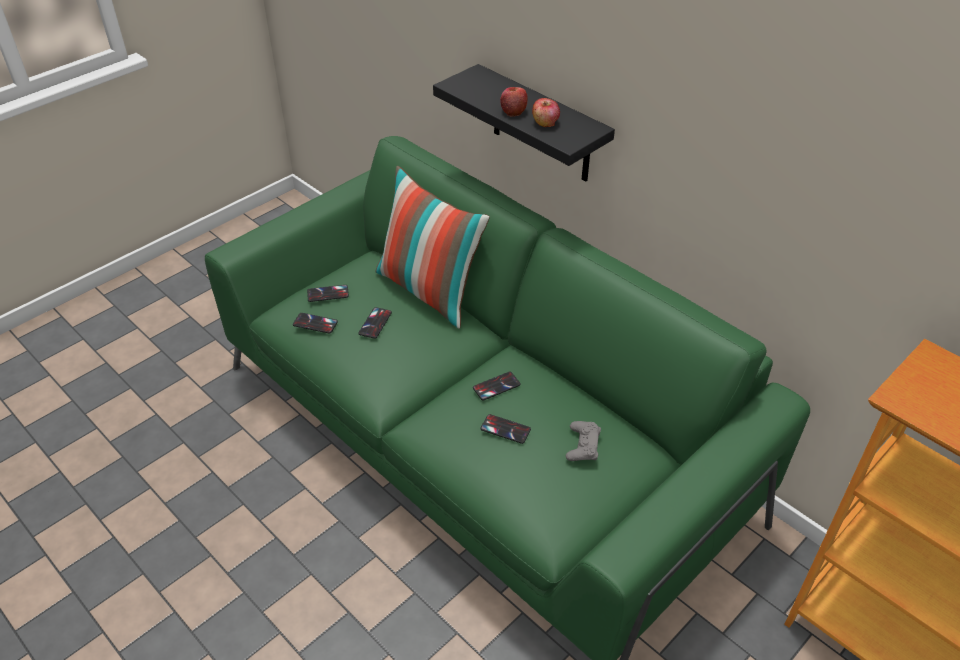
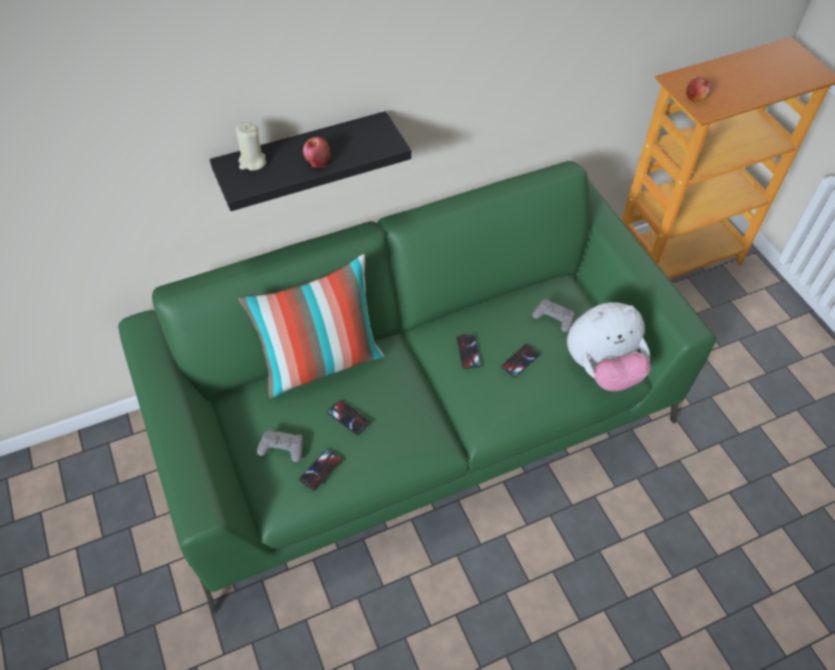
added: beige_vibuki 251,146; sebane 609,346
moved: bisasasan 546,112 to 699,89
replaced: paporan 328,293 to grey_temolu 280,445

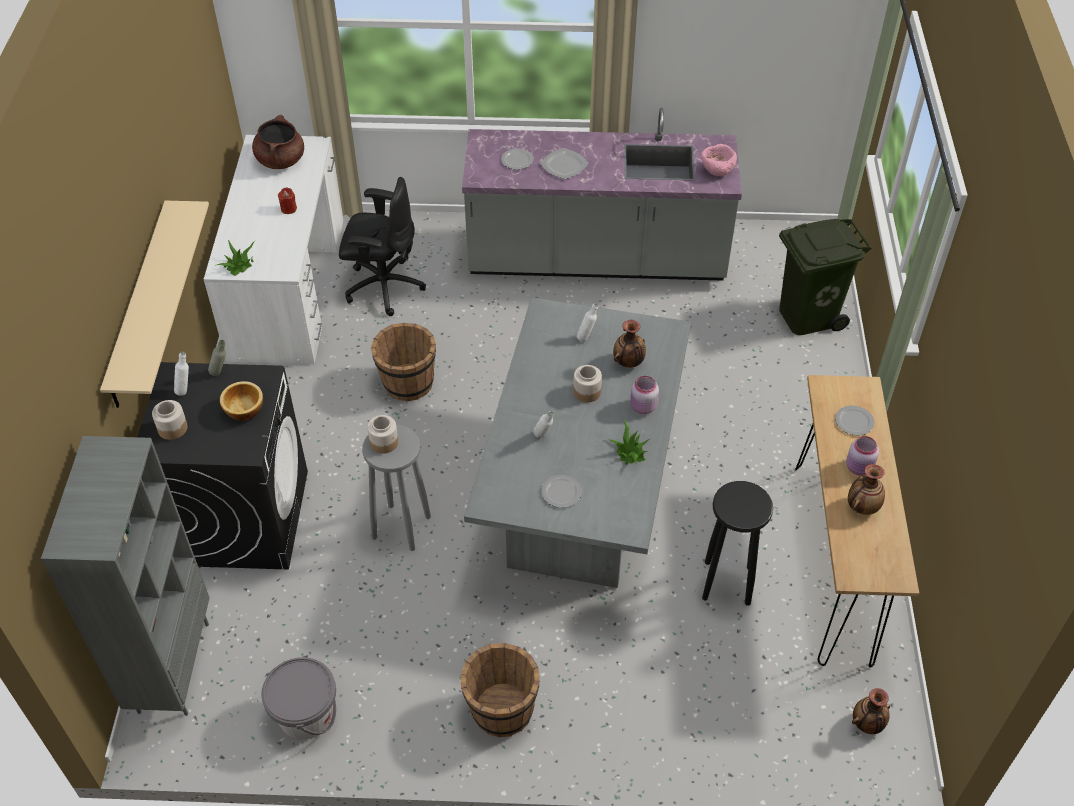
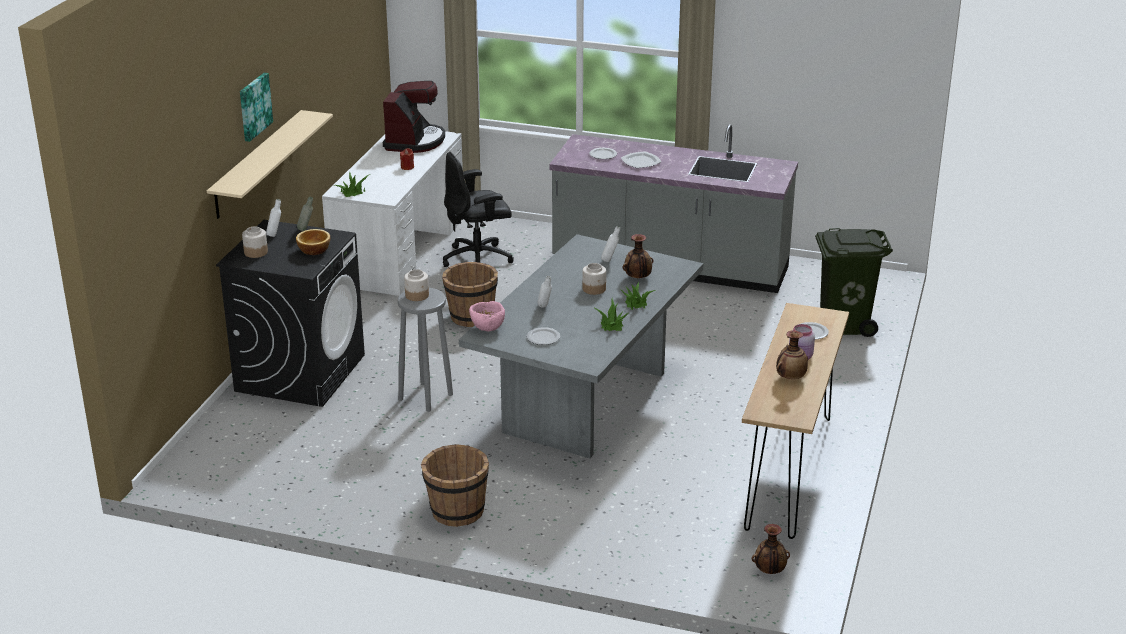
removed: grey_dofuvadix 125,576; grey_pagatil 298,698; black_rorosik 737,543
added: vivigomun 256,107
moved: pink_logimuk 719,160 to 487,316
replaced: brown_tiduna 278,142 to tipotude 414,117; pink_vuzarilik 644,395 to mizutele 638,296
turned: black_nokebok 382,246 = 478,209 135 degrees clockwise

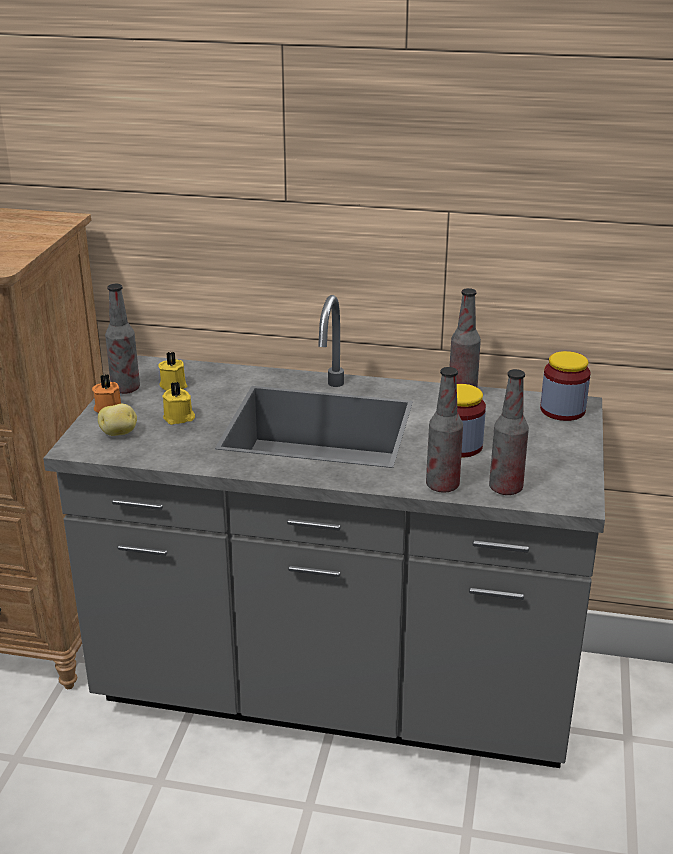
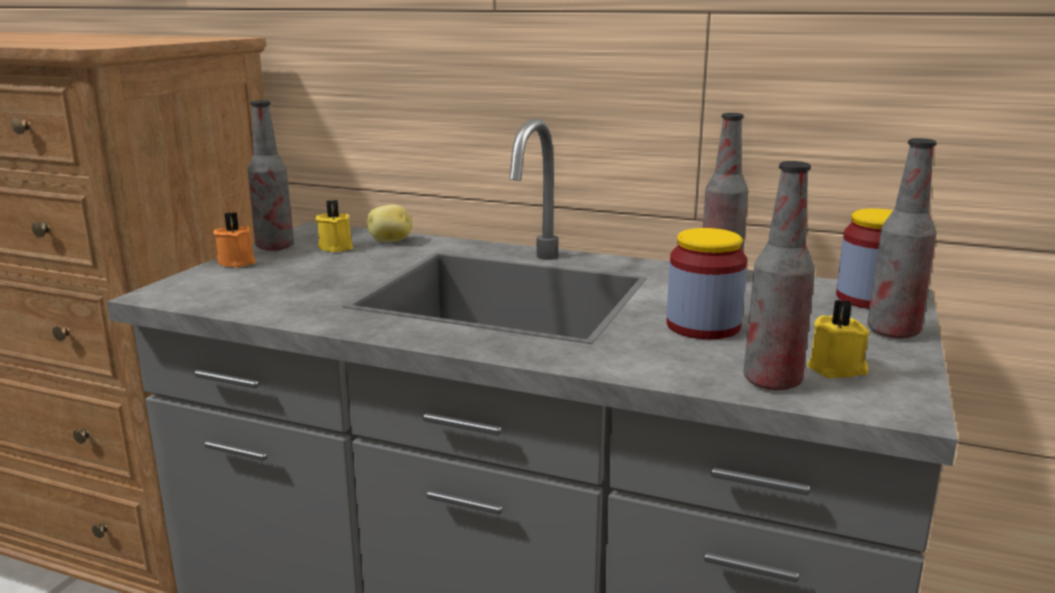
moved: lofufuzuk 117,420 to 389,223; yellow_vibuki 178,403 to 838,338; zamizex 444,430 to 902,238

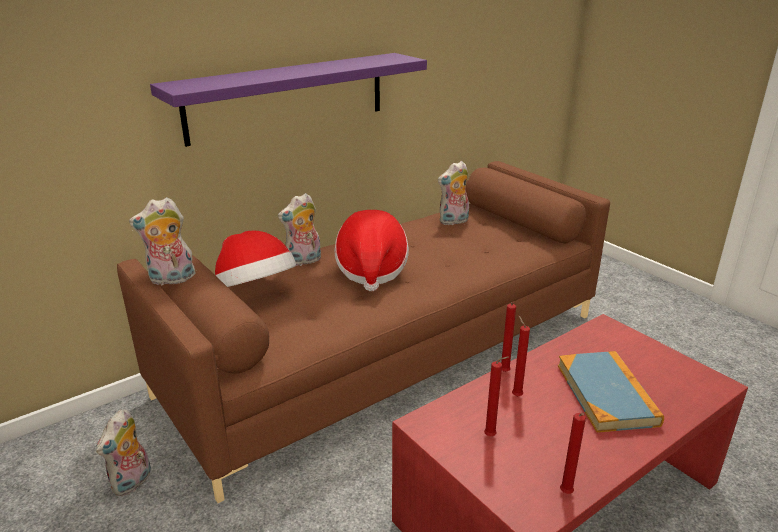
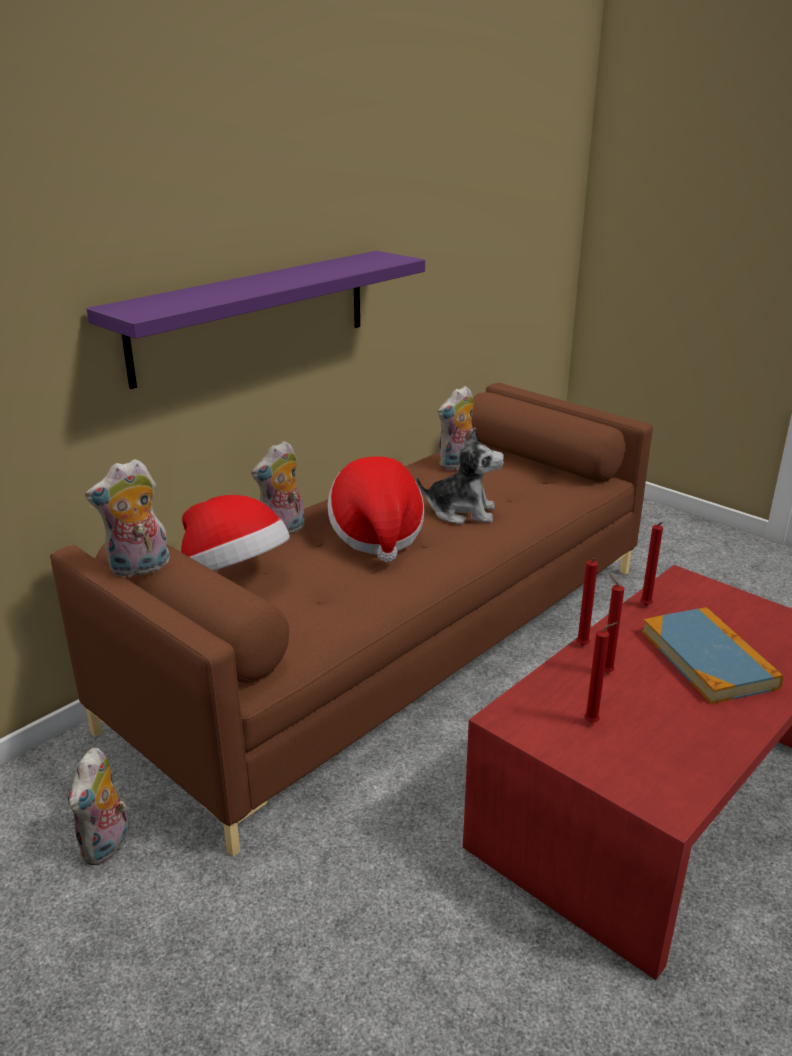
added: sebane 460,475
moved: red_vibuki 573,453 to 651,563

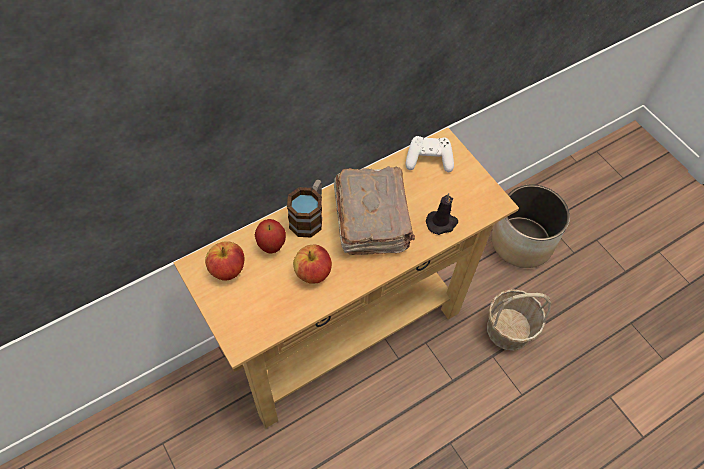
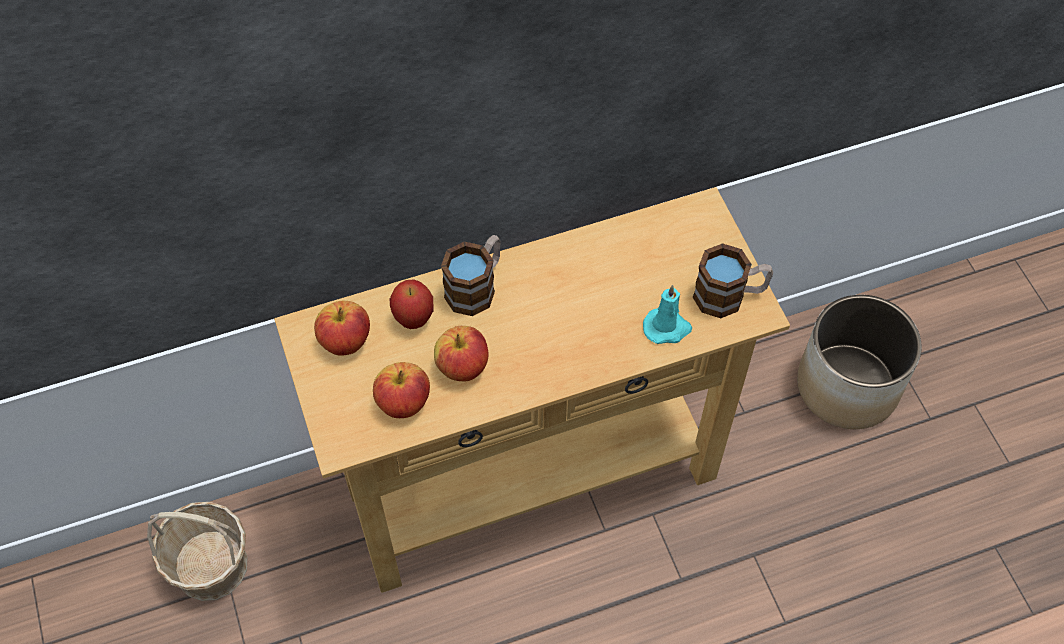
removed: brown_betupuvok 374,210; white_temolu 429,154
added: bisasasan 401,390; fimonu 733,280
moved: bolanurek 519,320 to 197,551
recoloured: black_vibuki 442,214 to turquoise_vibuki 667,314

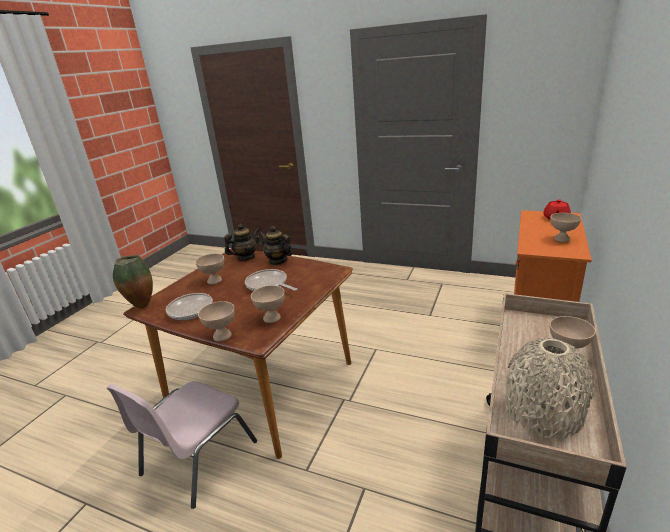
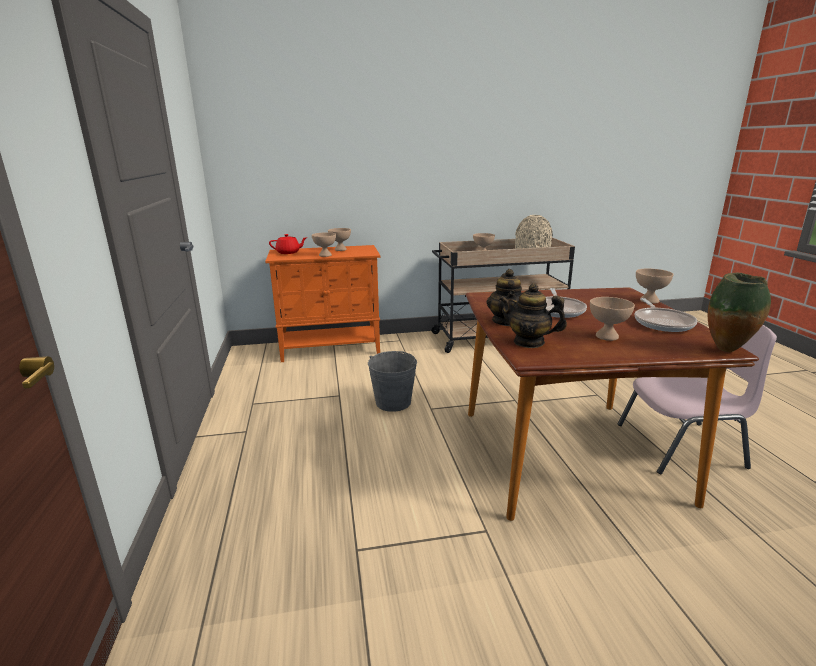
added: grey_pagatil 392,381
moved: beige_logimuk 268,304 to 324,244

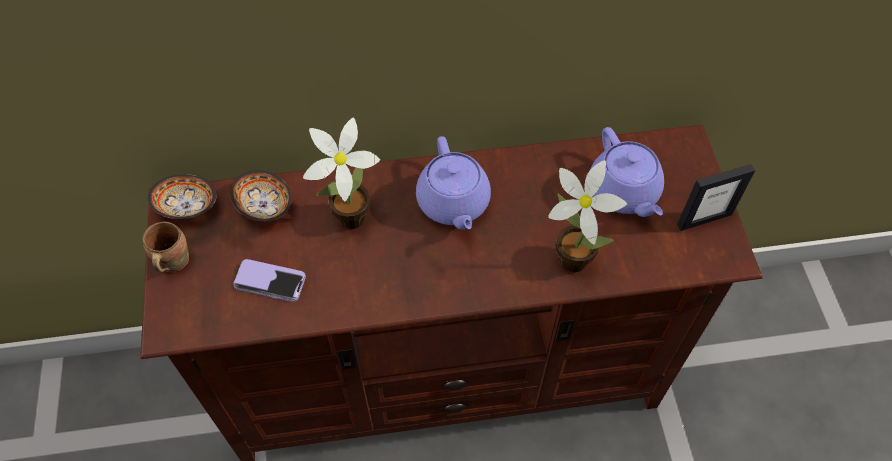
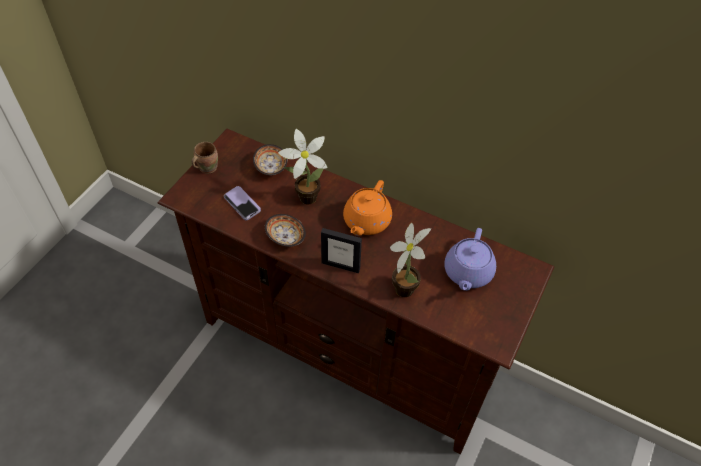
moved: logimuk 182,196 to 285,230; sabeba 716,197 to 341,250
recoloured: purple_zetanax 453,183 to orange_zetanax 367,208

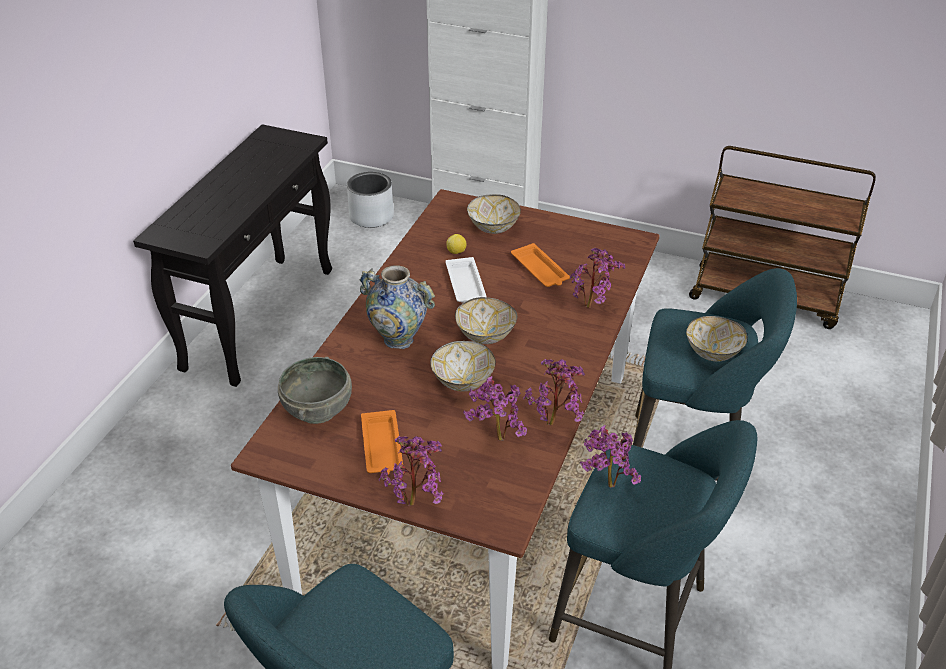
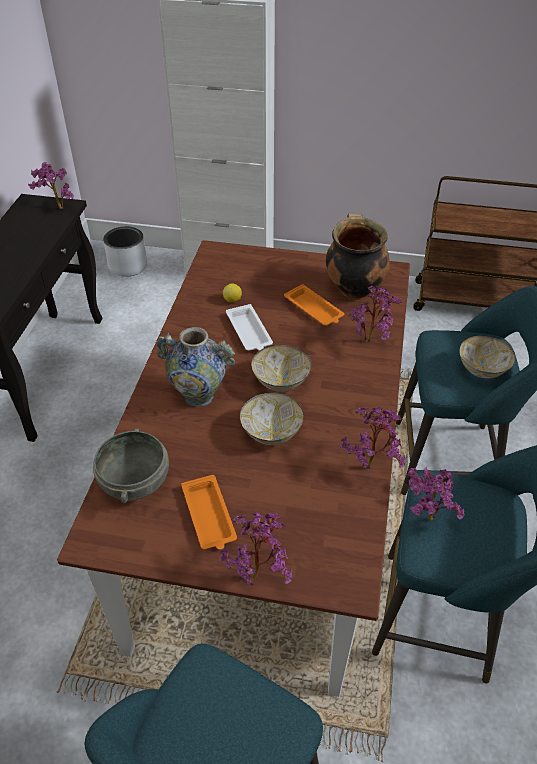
removed: logimuk 494,214
added: tiduna 358,256
moved: mizutele 495,408 to 51,185

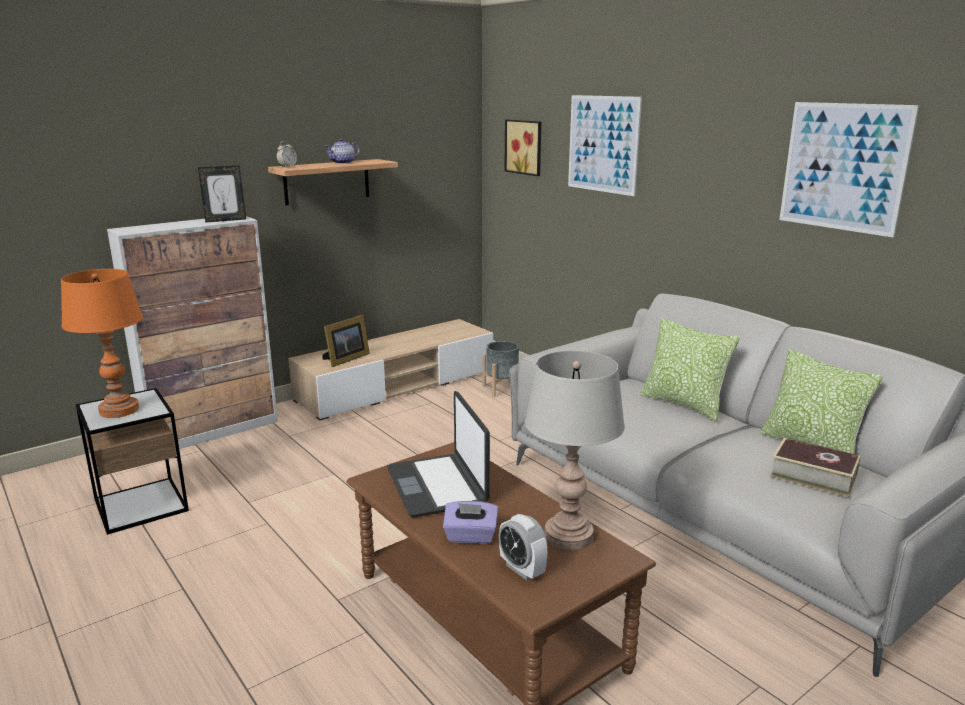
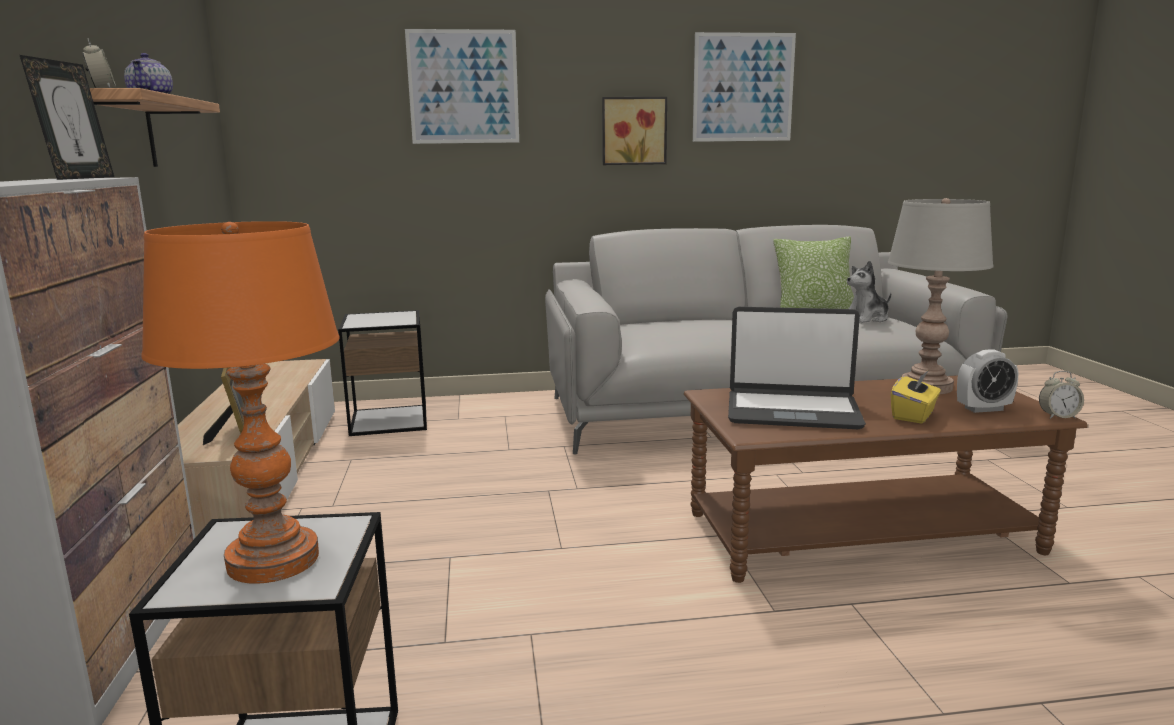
removed: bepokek 690,369
added: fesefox 1061,395
moved: vivigomun 522,147 to 634,131
replaced: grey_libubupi 500,369 to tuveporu 382,373; betupuvok 815,467 to sebane 869,292
recoloured: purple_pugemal 470,522 to yellow_pugemal 916,397

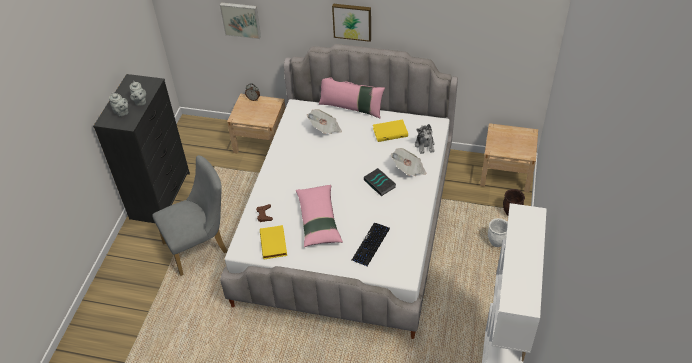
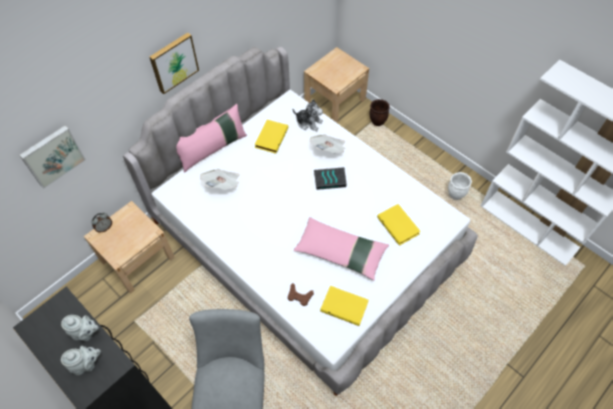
moved: white_libubupi 498,232 to 460,186
replaced: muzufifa 371,244 to yellow_betupuvok 399,225

